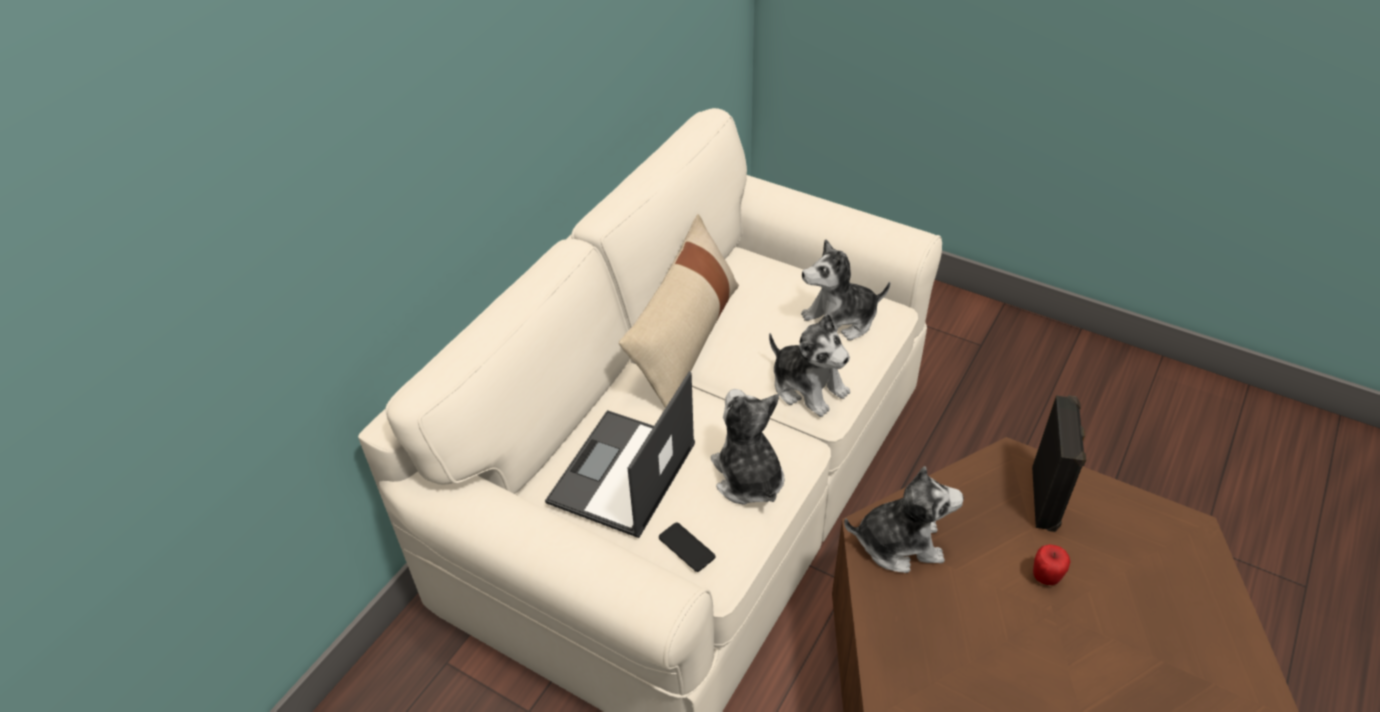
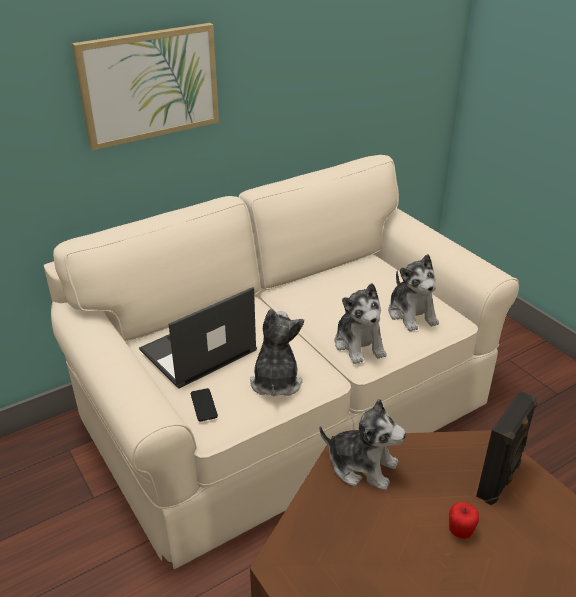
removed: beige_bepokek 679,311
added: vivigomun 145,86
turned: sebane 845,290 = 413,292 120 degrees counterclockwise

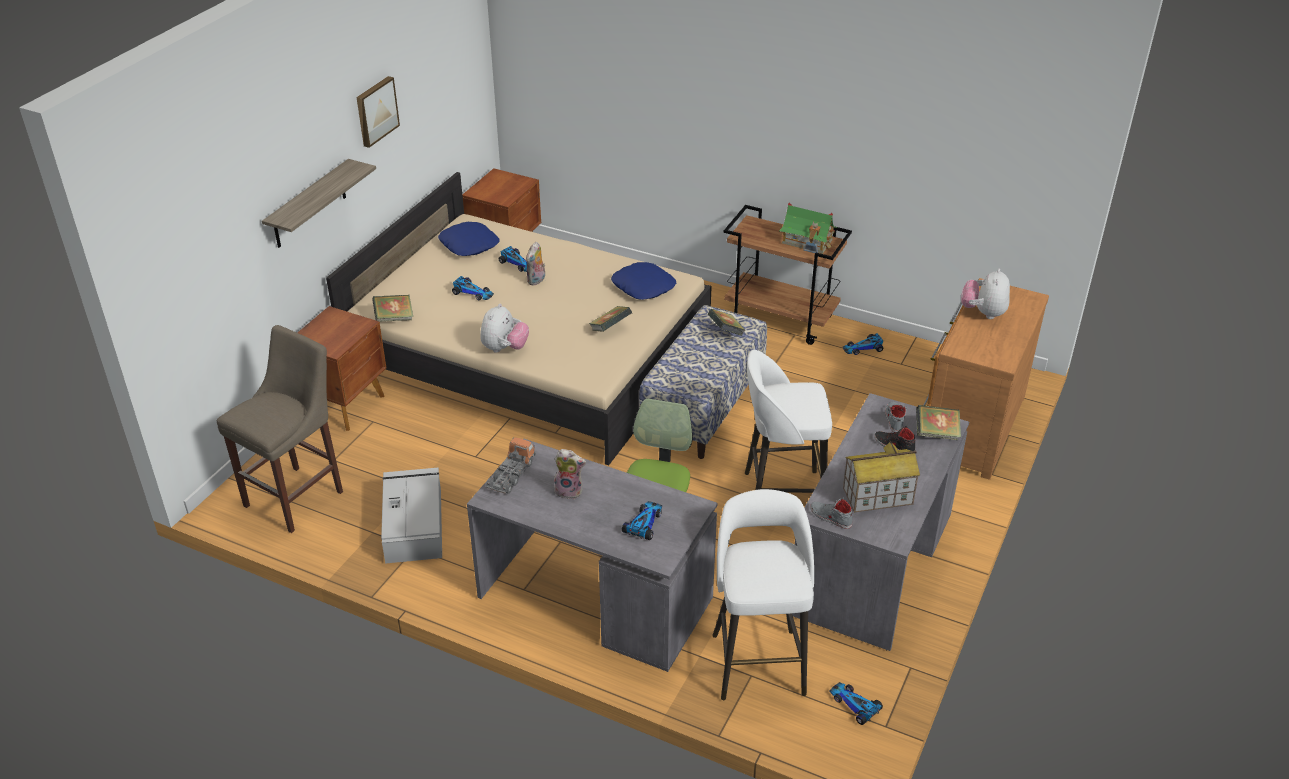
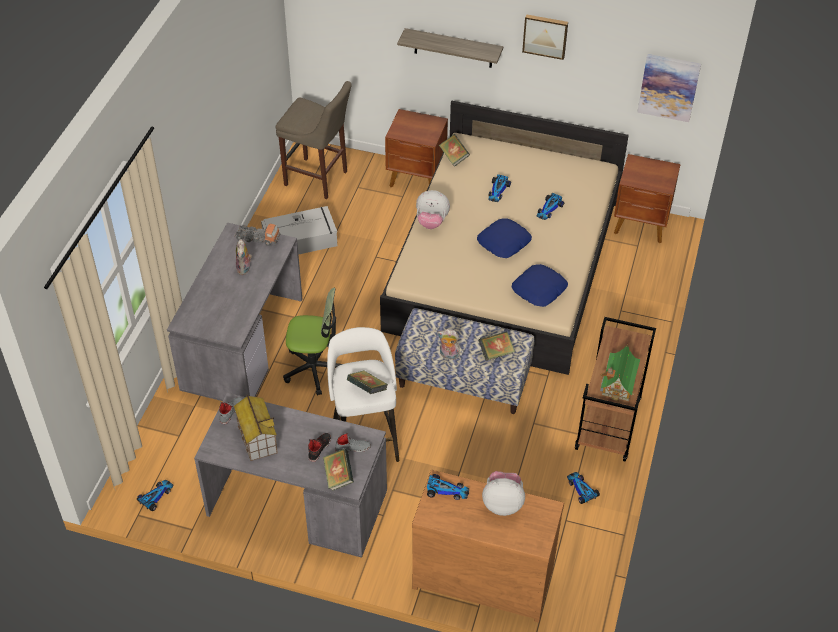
removed: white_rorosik 763,594
added: vivigomun 669,88
moved: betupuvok 610,319 to 367,382; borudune 642,520 to 448,487; sebane 535,264 to 448,344; blue_bepokek 469,239 to 504,238

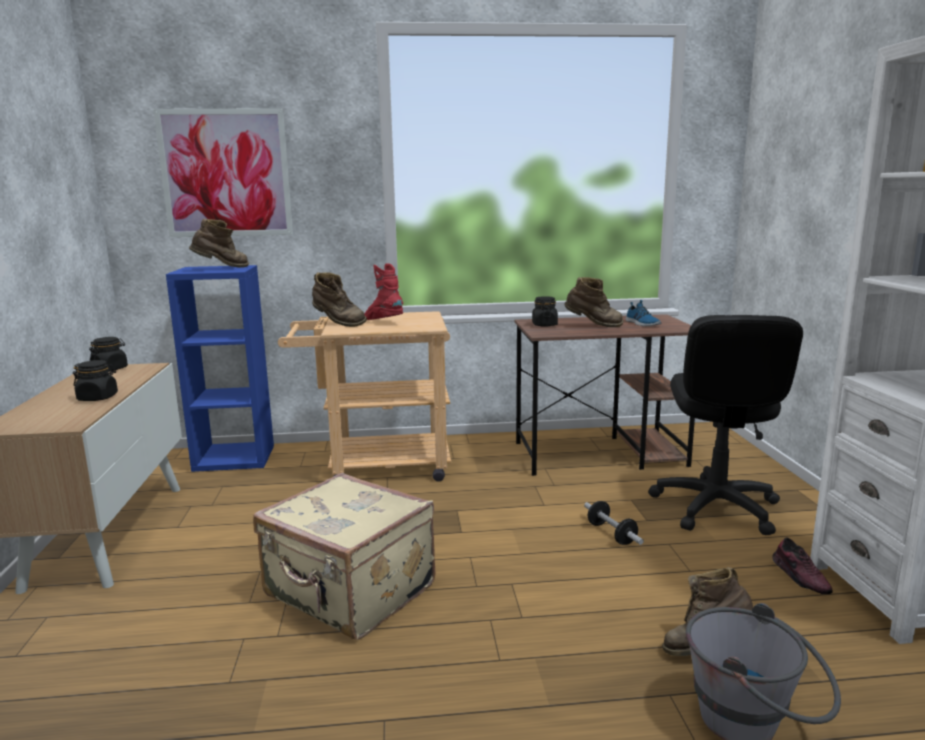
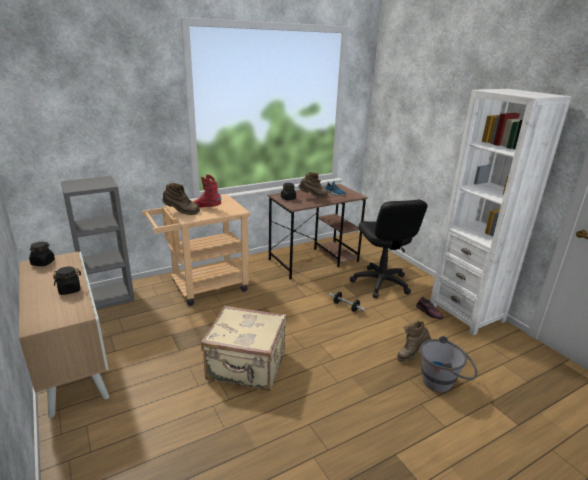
removed: vivigomun 223,172; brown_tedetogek 219,243
recoloured: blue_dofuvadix 220,368 to grey_dofuvadix 98,243

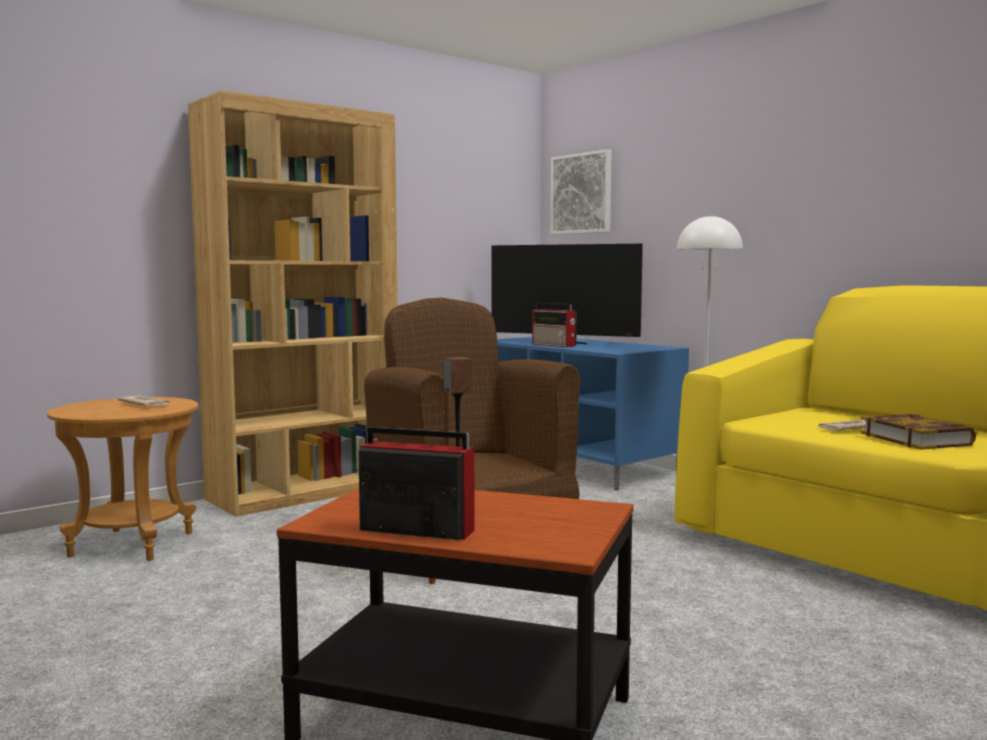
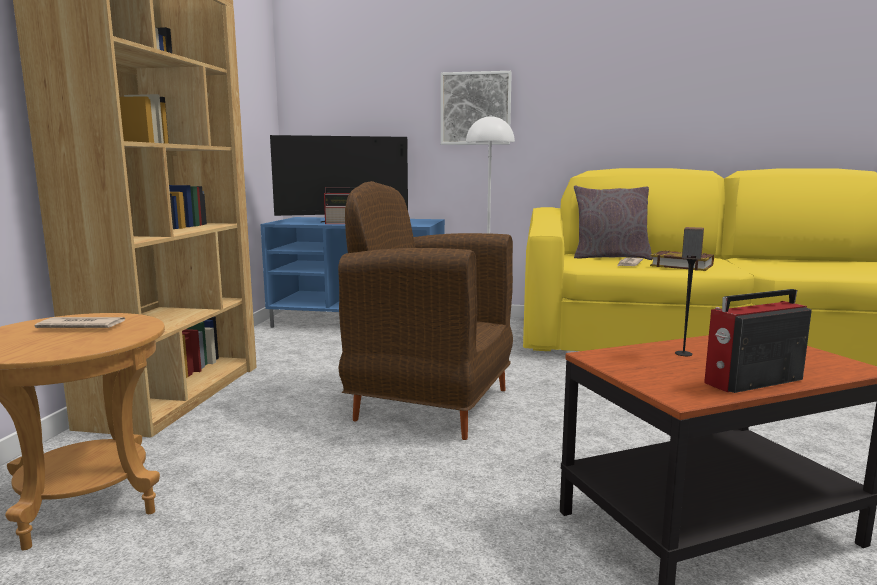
added: grey_bepokek 613,223
moved: vivigomun 581,192 to 476,108

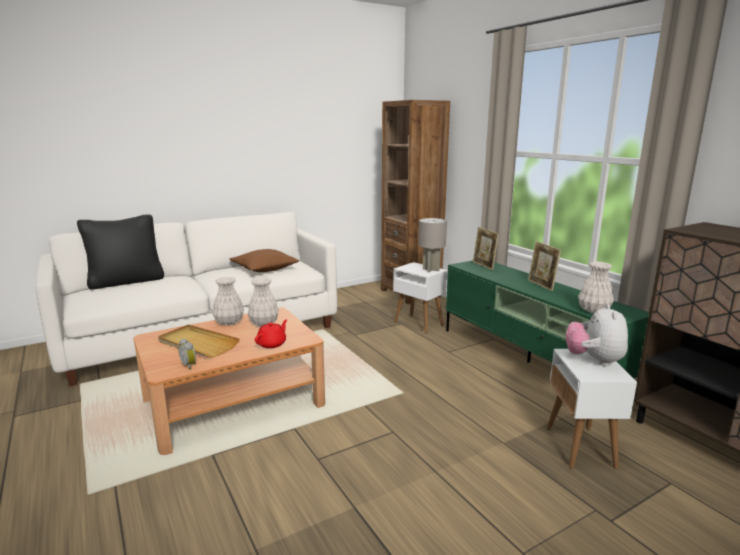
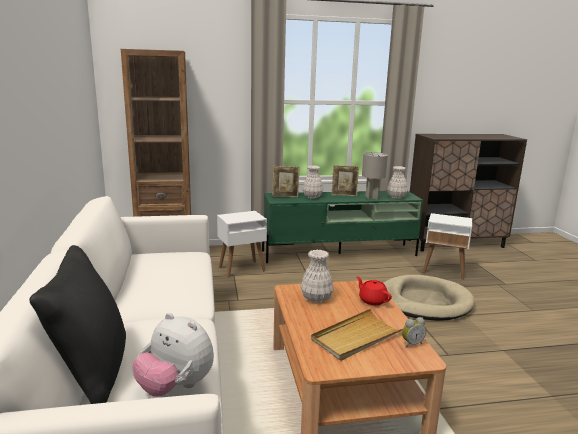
removed: brown_bepokek 264,260
added: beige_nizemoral 429,298
moved: sebane 596,335 to 173,355; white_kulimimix 228,301 to 313,182; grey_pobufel 432,245 to 375,176

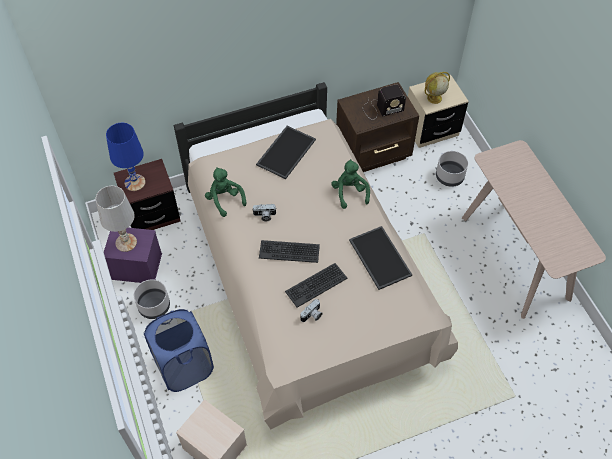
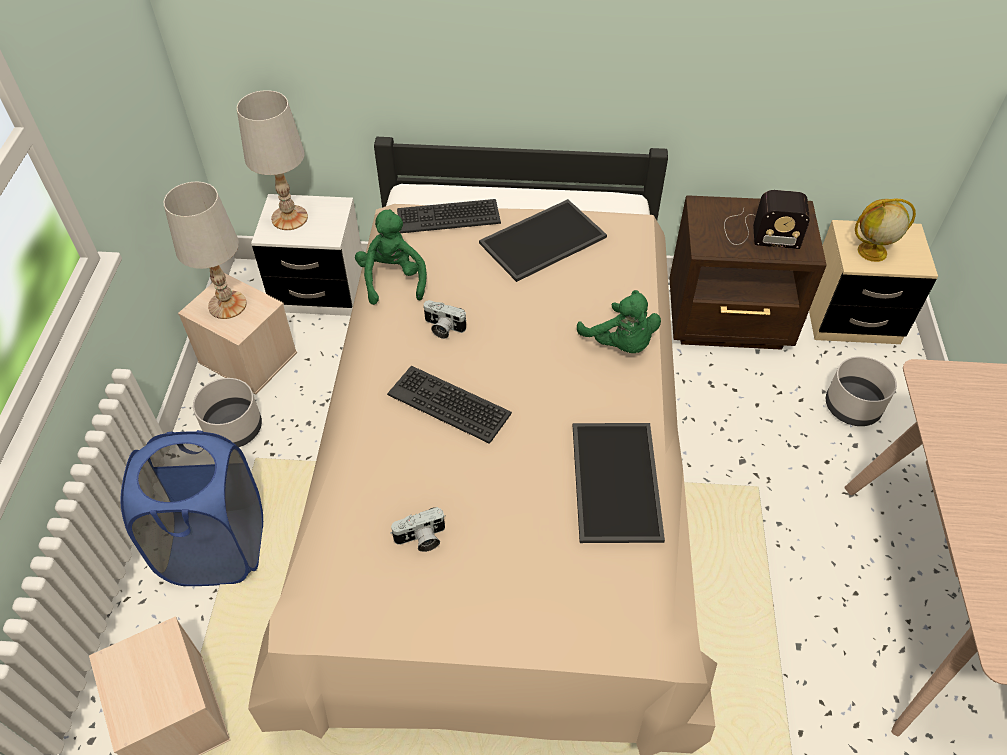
moved: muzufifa 316,285 to 449,216
recoloured: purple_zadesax 133,255 to beige_zadesax 237,334; blue_pobufel 125,157 to white_pobufel 272,160; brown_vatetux 147,194 to white_vatetux 306,255
turned: green_sebane 350,184 = 619,321 135 degrees clockwise

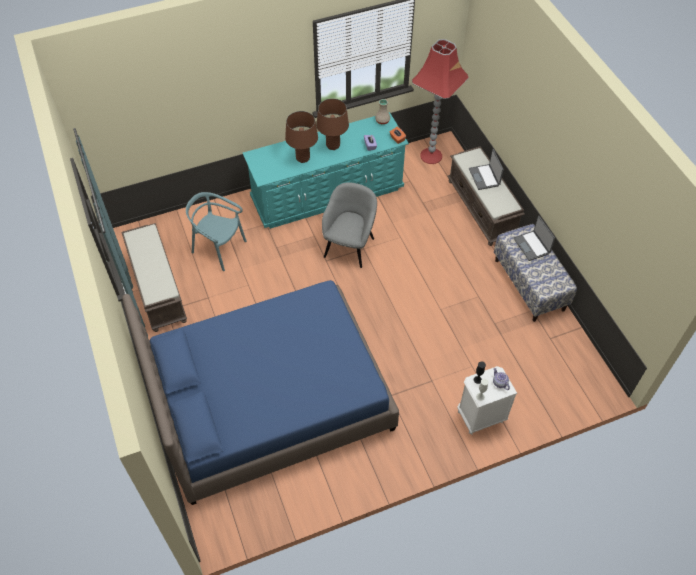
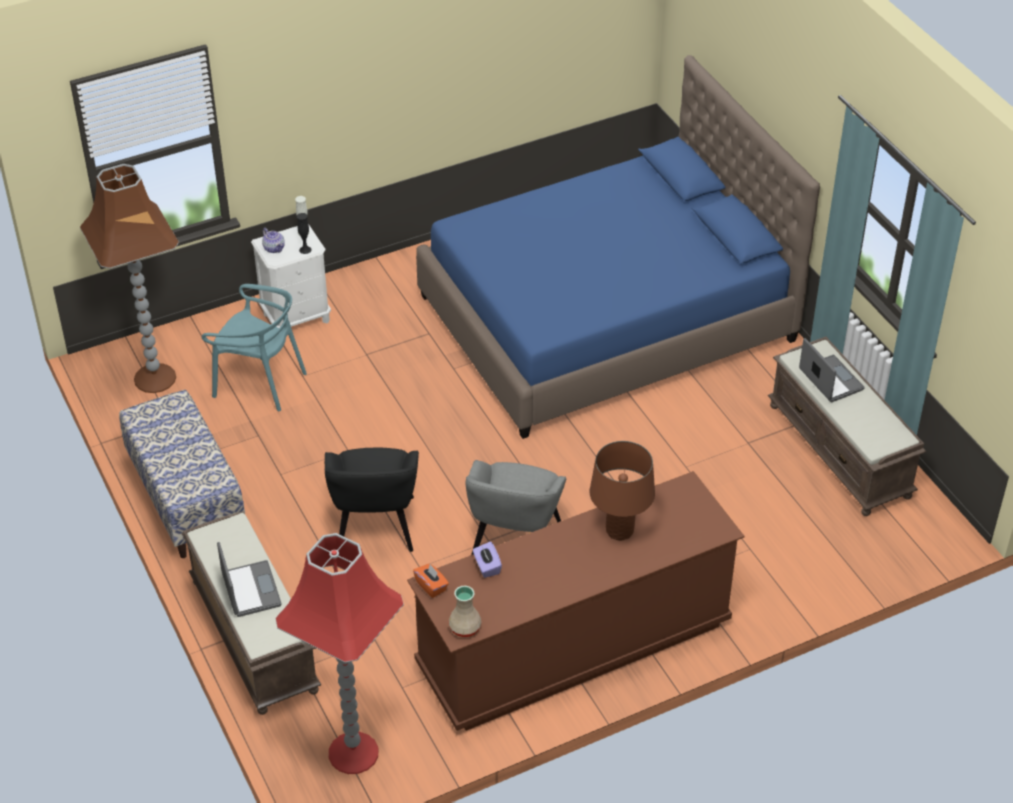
removed: brown_pobufel 333,124
added: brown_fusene 129,278; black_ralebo 371,500
moved: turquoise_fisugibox 216,231 to 254,347; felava 534,238 to 832,370
recoloured: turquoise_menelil 326,170 to brown_menelil 576,601

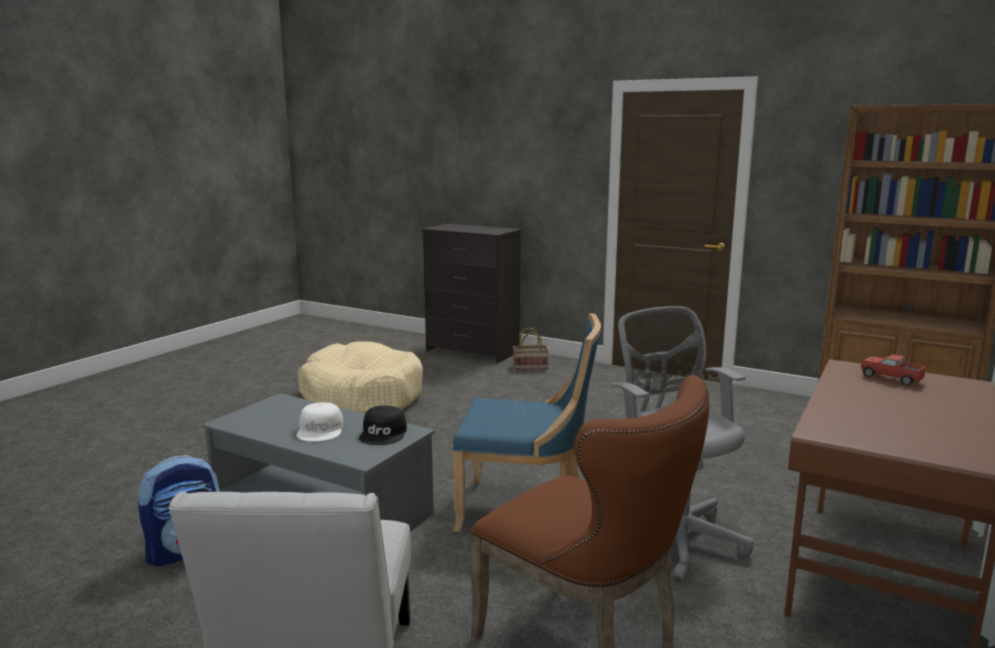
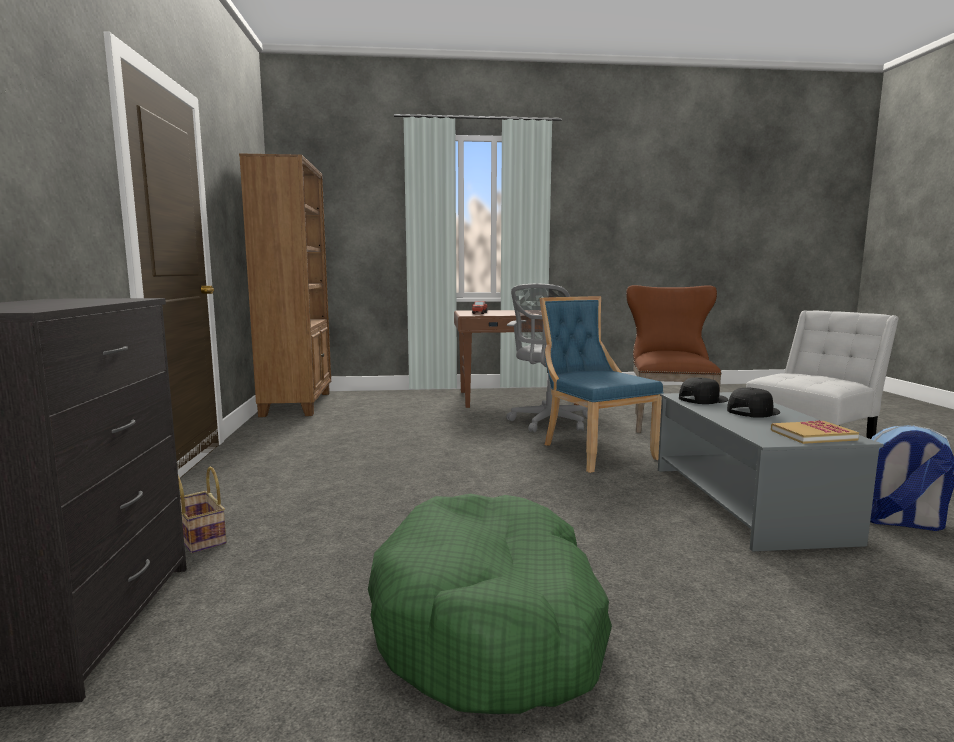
added: betupuvok 815,432
recoloured: beige_nizemoral 360,378 to green_nizemoral 490,603; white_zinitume 319,422 to black_zinitume 753,403

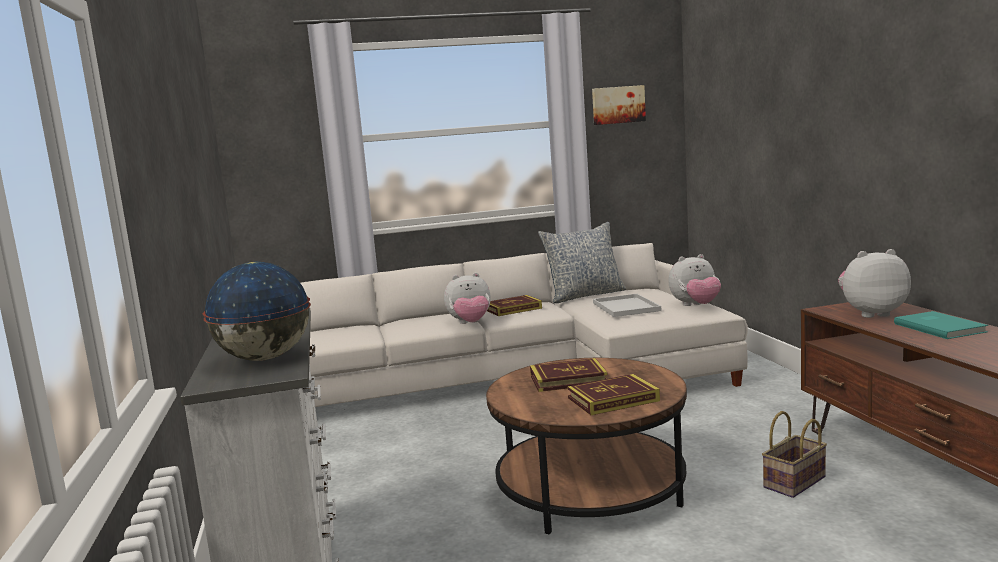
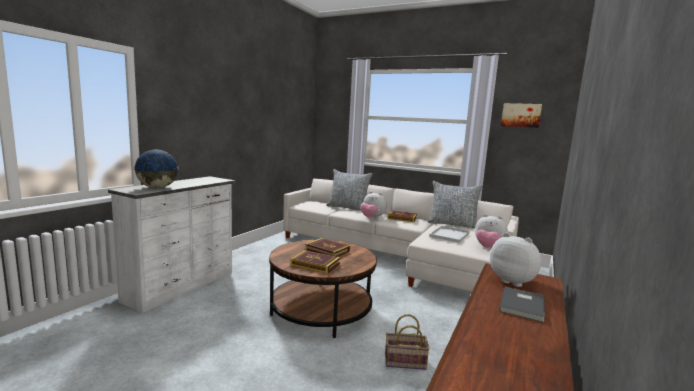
added: bepokek 349,189
recoloured: turquoise_betupuvok 941,325 to grey_betupuvok 522,304

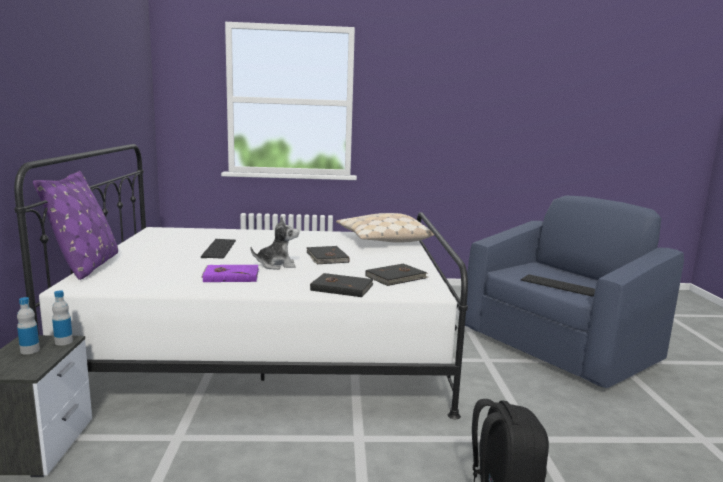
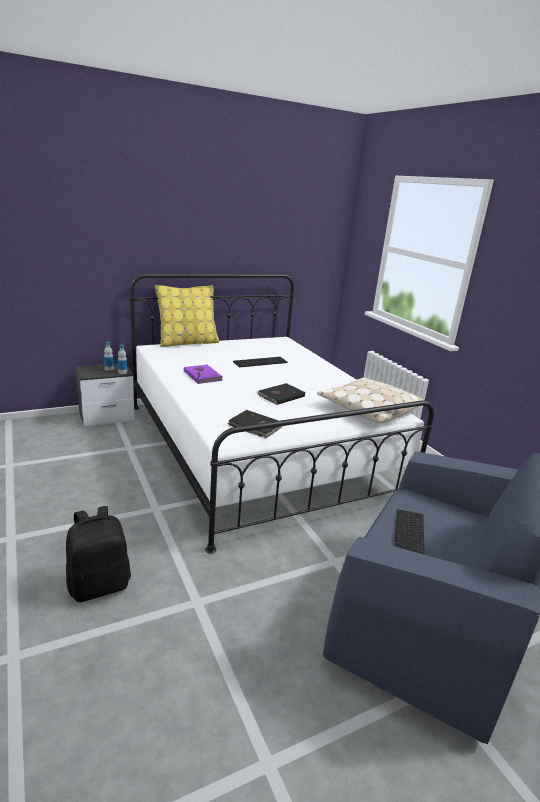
removed: sebane 274,243; black_betupuvok 342,285
recoloured: purple_bepokek 75,225 to yellow_bepokek 187,316

